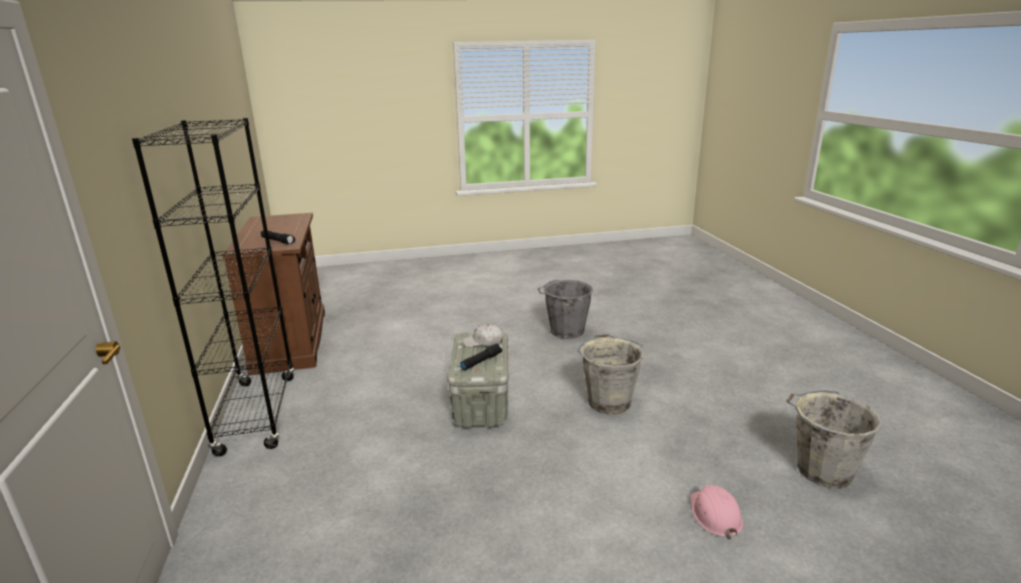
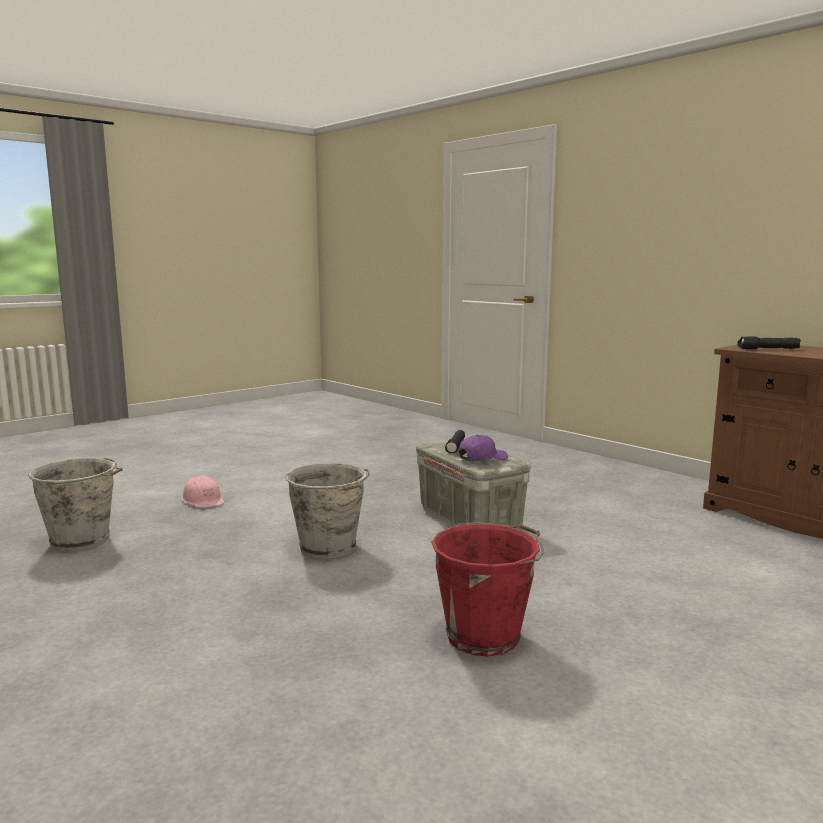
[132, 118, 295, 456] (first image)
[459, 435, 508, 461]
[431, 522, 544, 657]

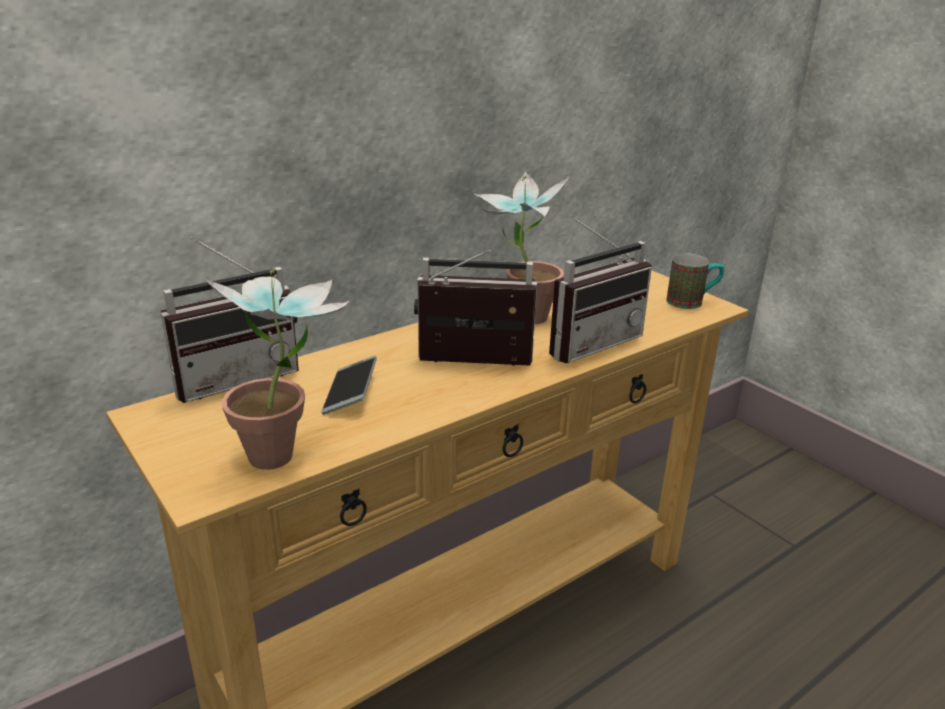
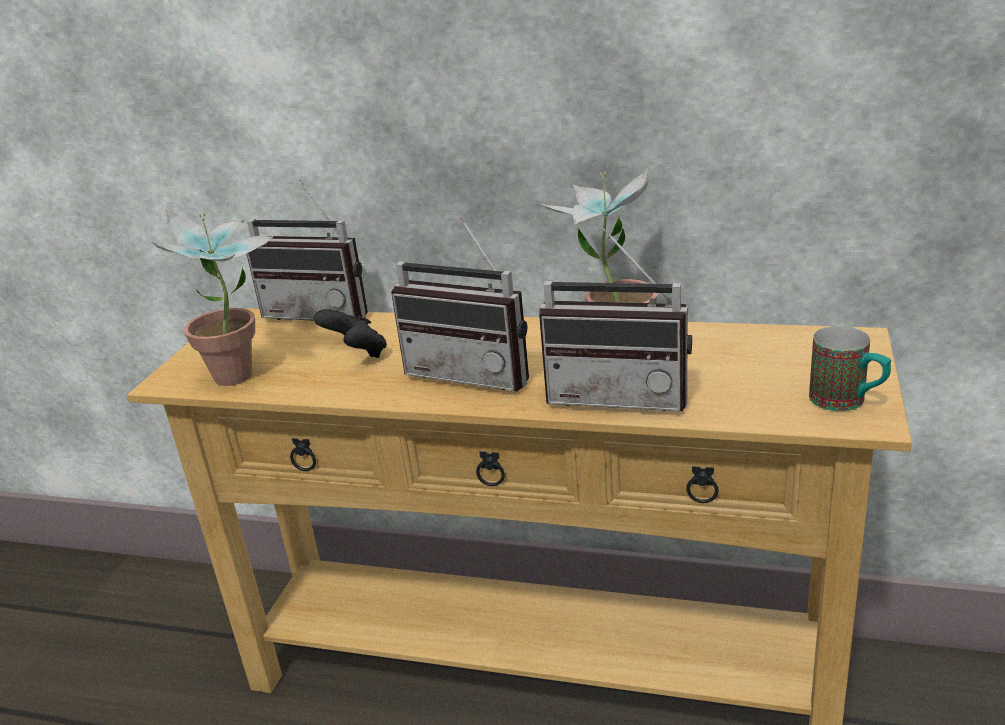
[314, 309, 387, 358]
[391, 216, 529, 391]

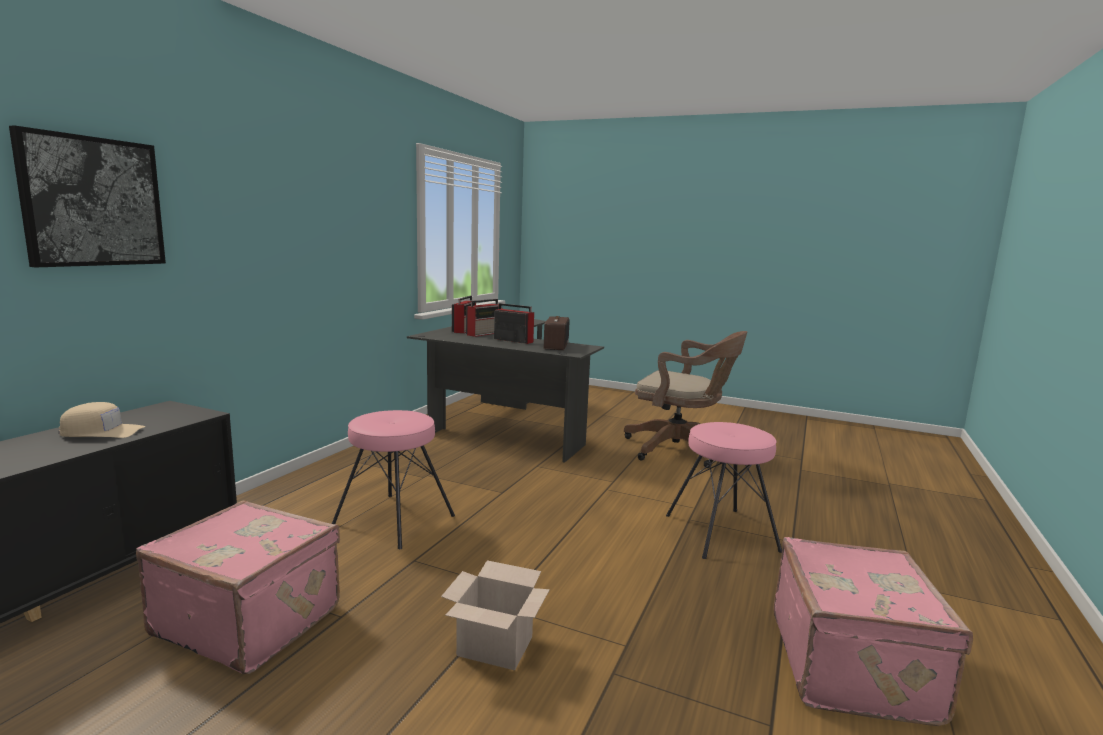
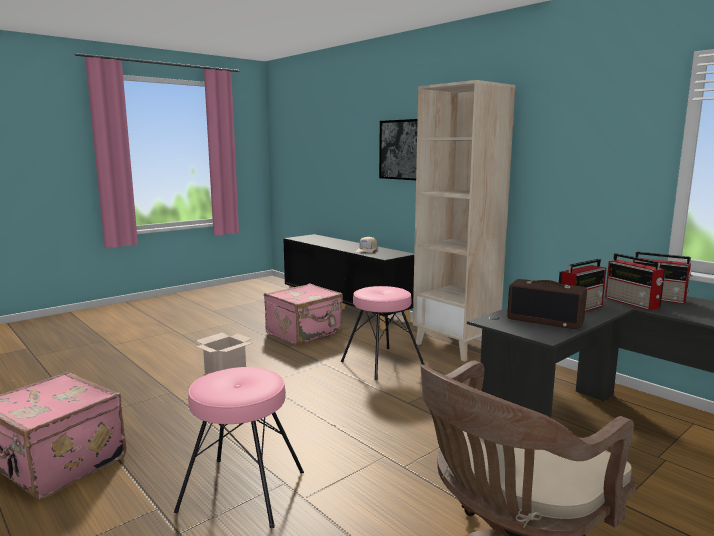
[413, 80, 515, 362]

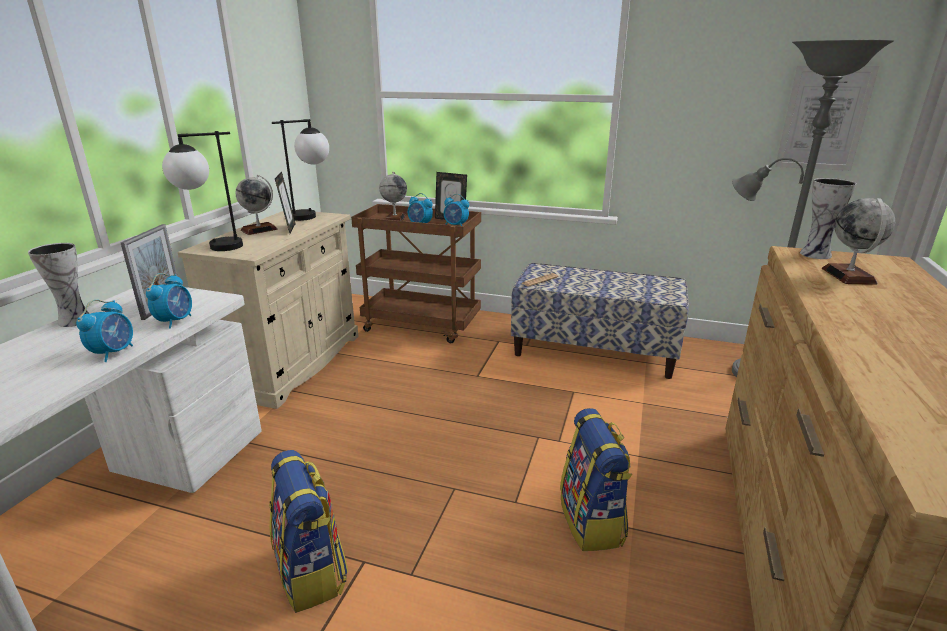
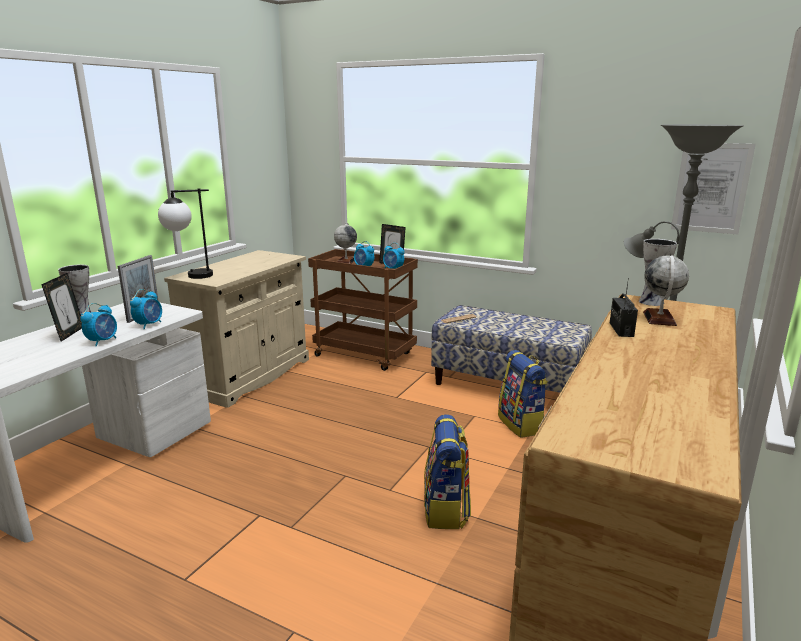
[235, 175, 278, 235] (first image)
[498, 350, 548, 438]
[272, 119, 329, 221] (first image)
[41, 273, 82, 342]
[610, 278, 638, 337]

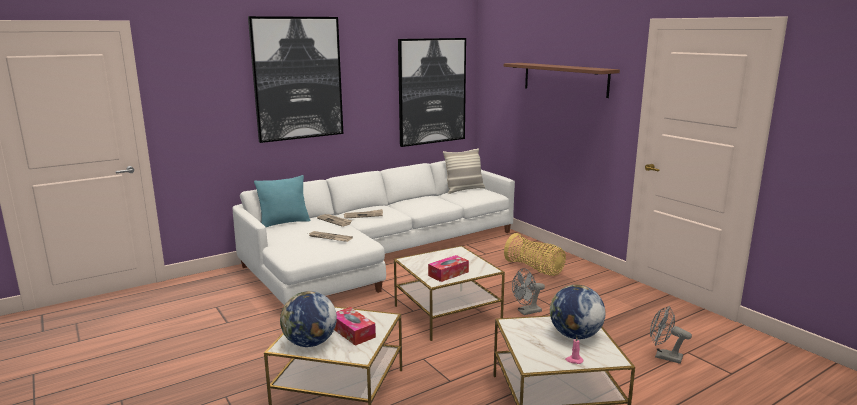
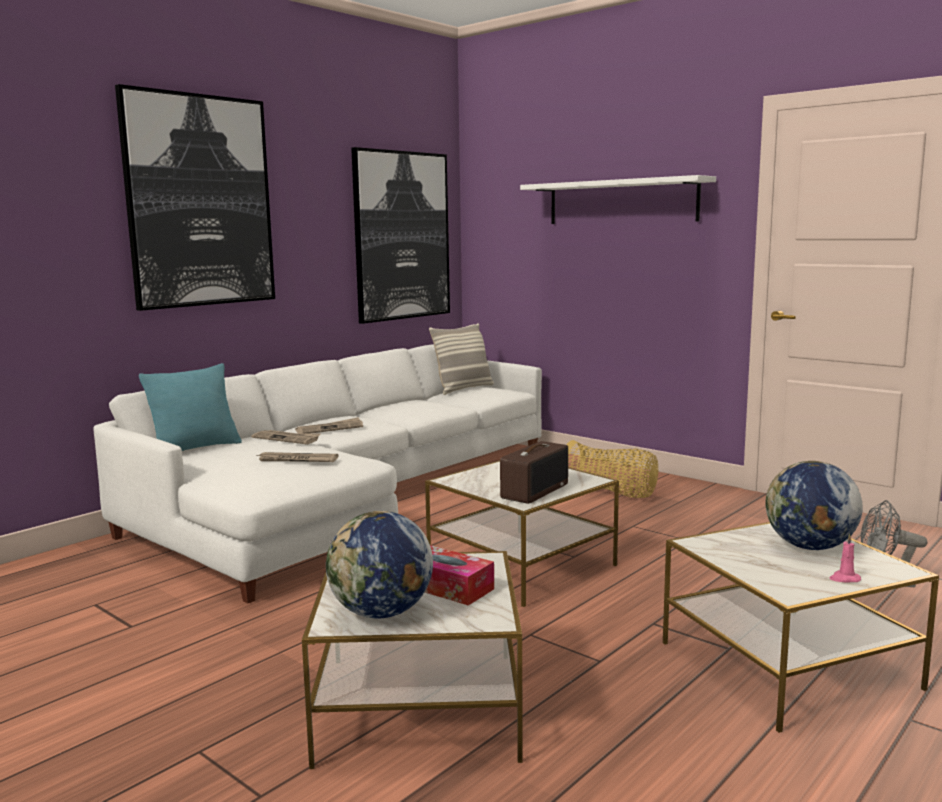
[500, 441, 568, 504]
[520, 175, 716, 224]
[512, 268, 545, 315] (first image)

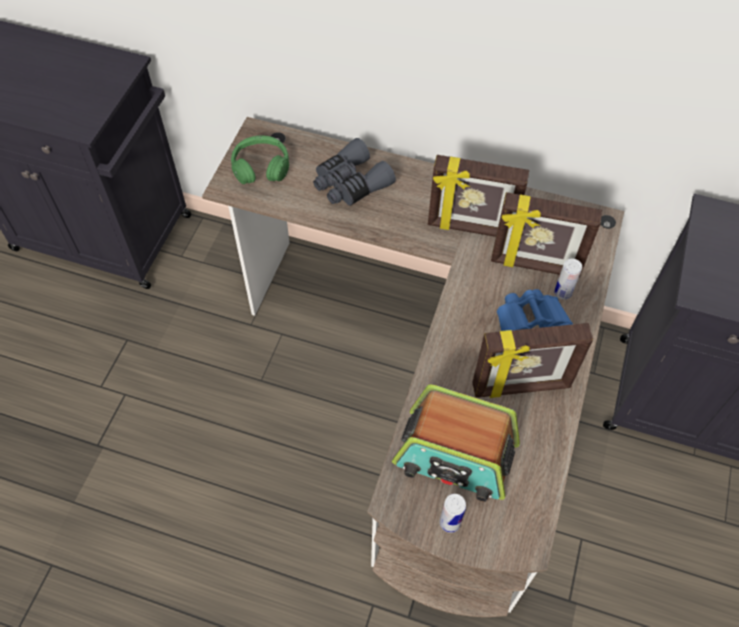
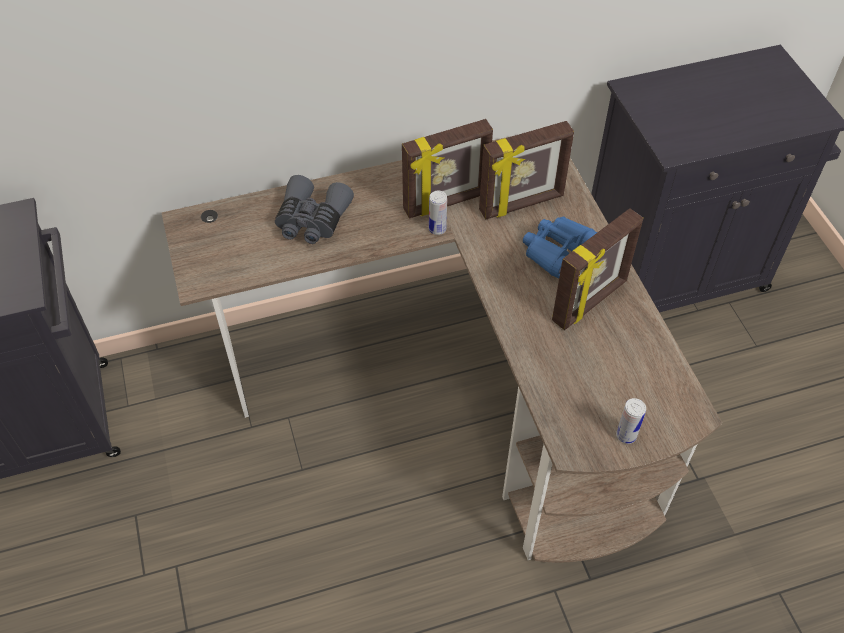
[231, 135, 289, 184] (first image)
[392, 385, 520, 502] (first image)
[429, 191, 447, 235]

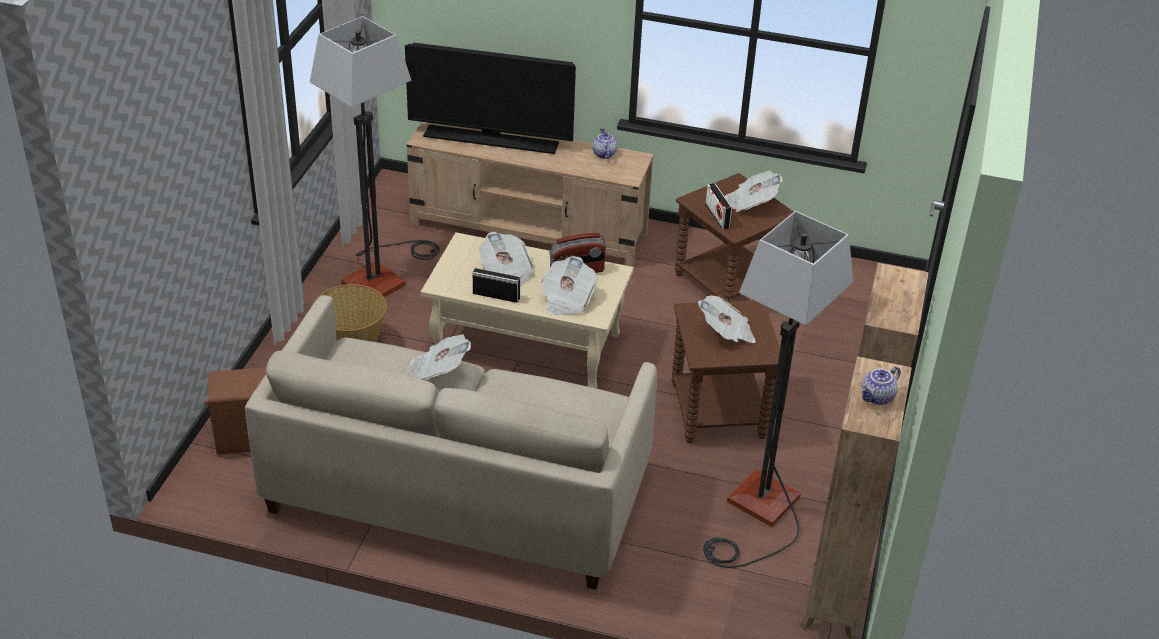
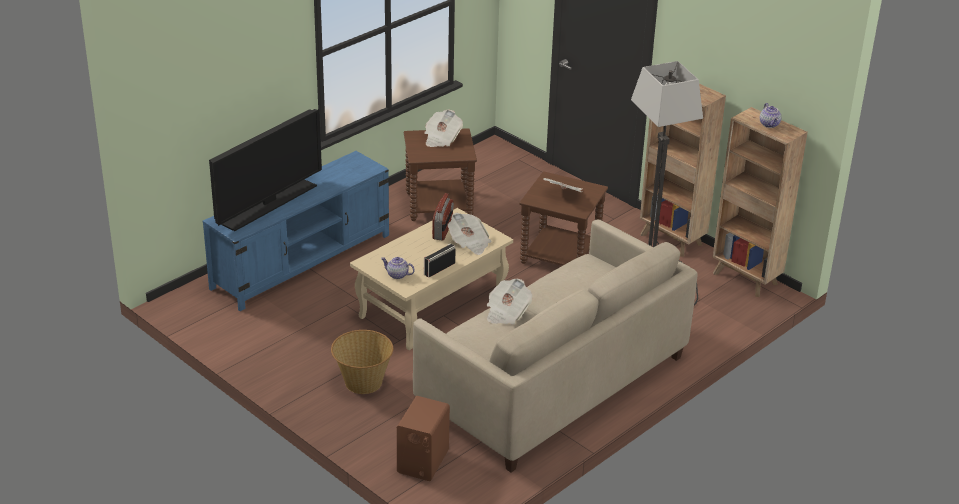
[310, 16, 440, 297] (first image)
[203, 151, 389, 311]
[478, 232, 535, 287] (first image)
[381, 257, 415, 279]
[705, 183, 732, 229] (first image)

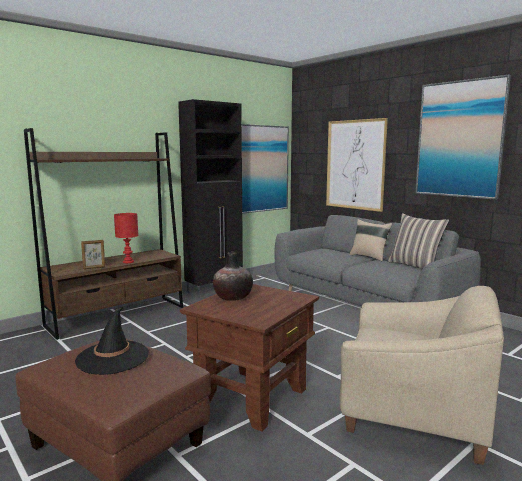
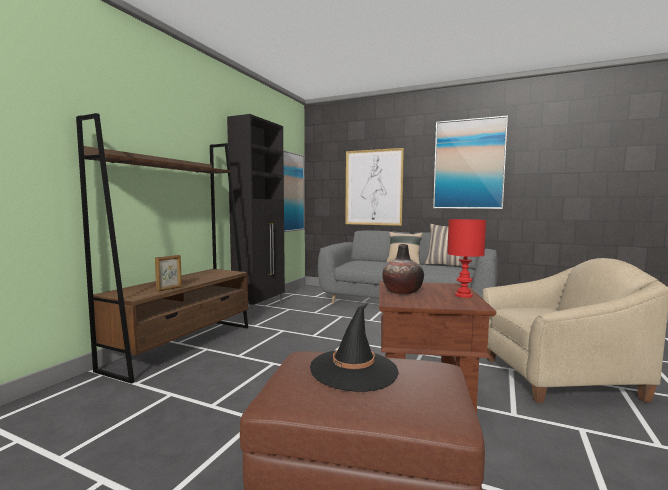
[447, 219, 486, 298]

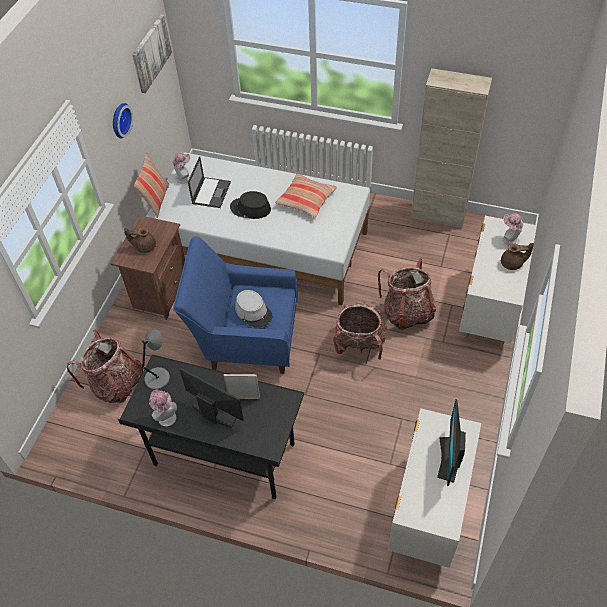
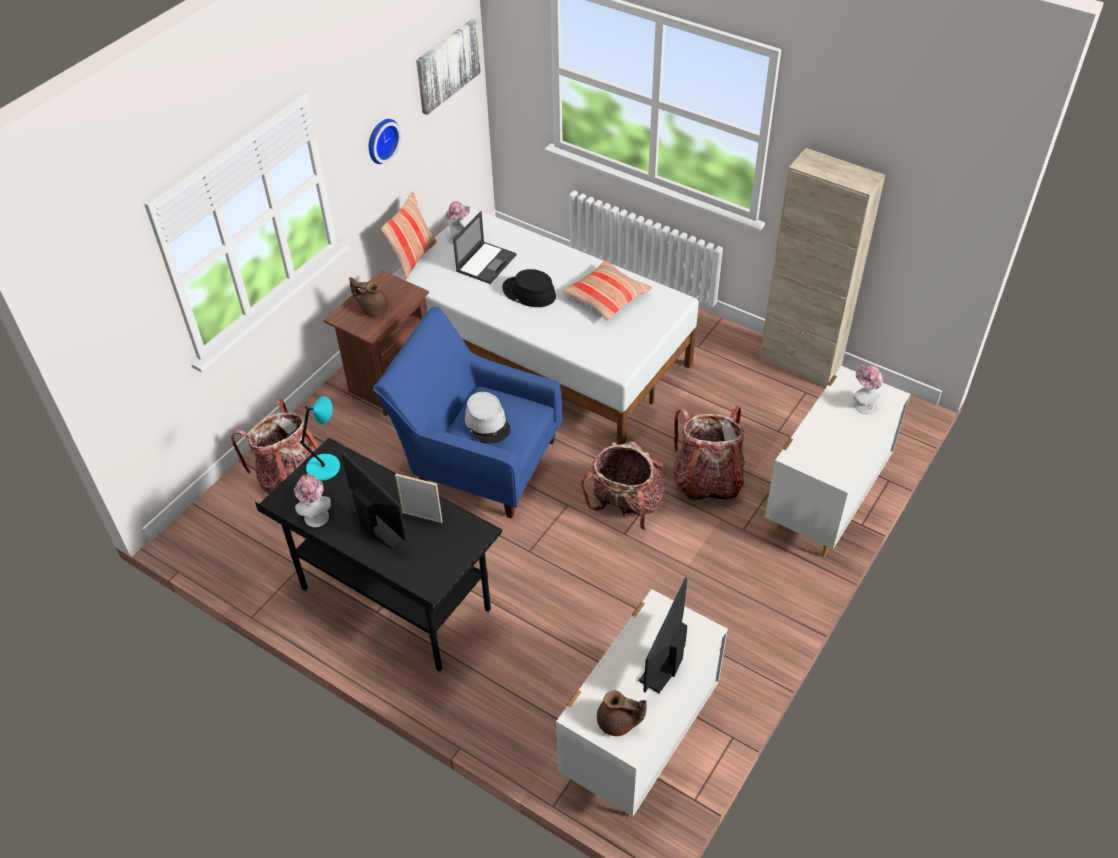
[300, 396, 340, 481]
[597, 691, 647, 736]

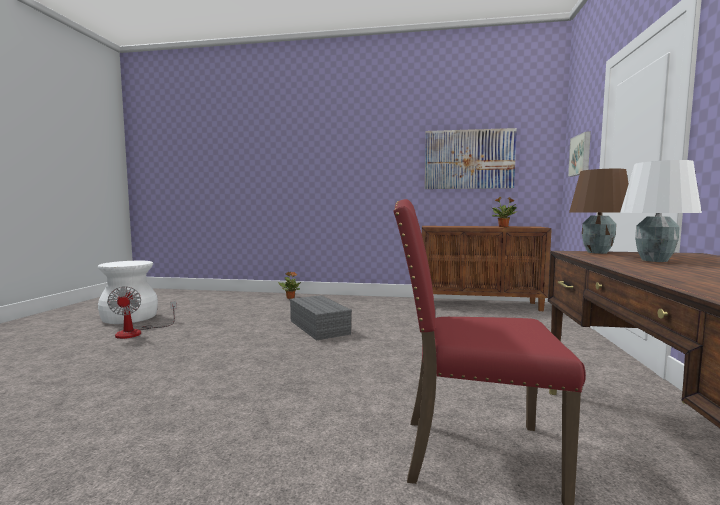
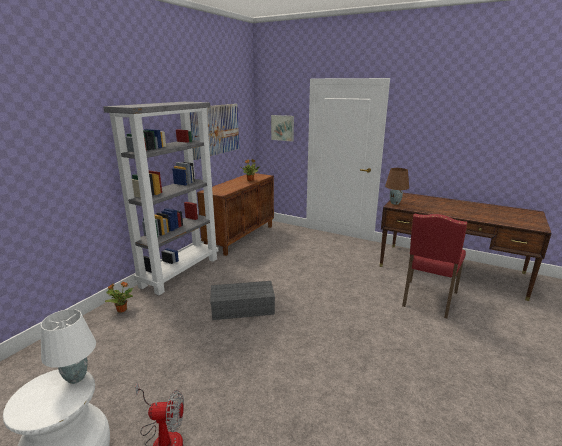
[41, 309, 96, 384]
[104, 102, 218, 295]

